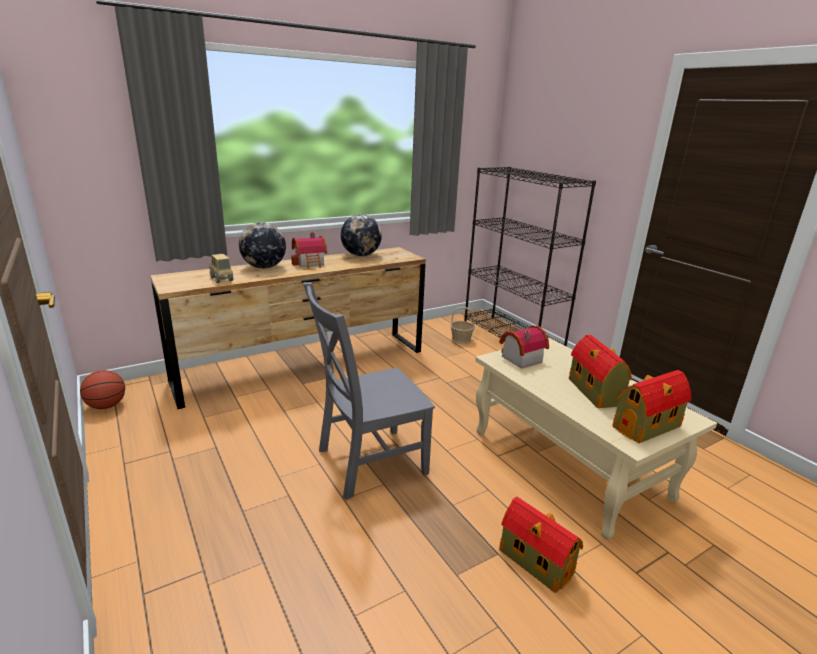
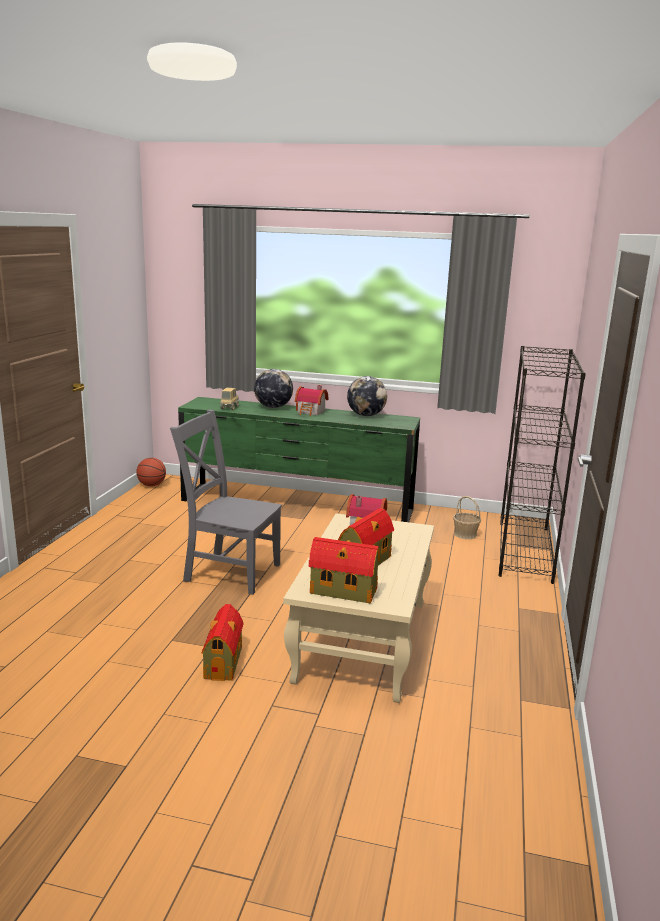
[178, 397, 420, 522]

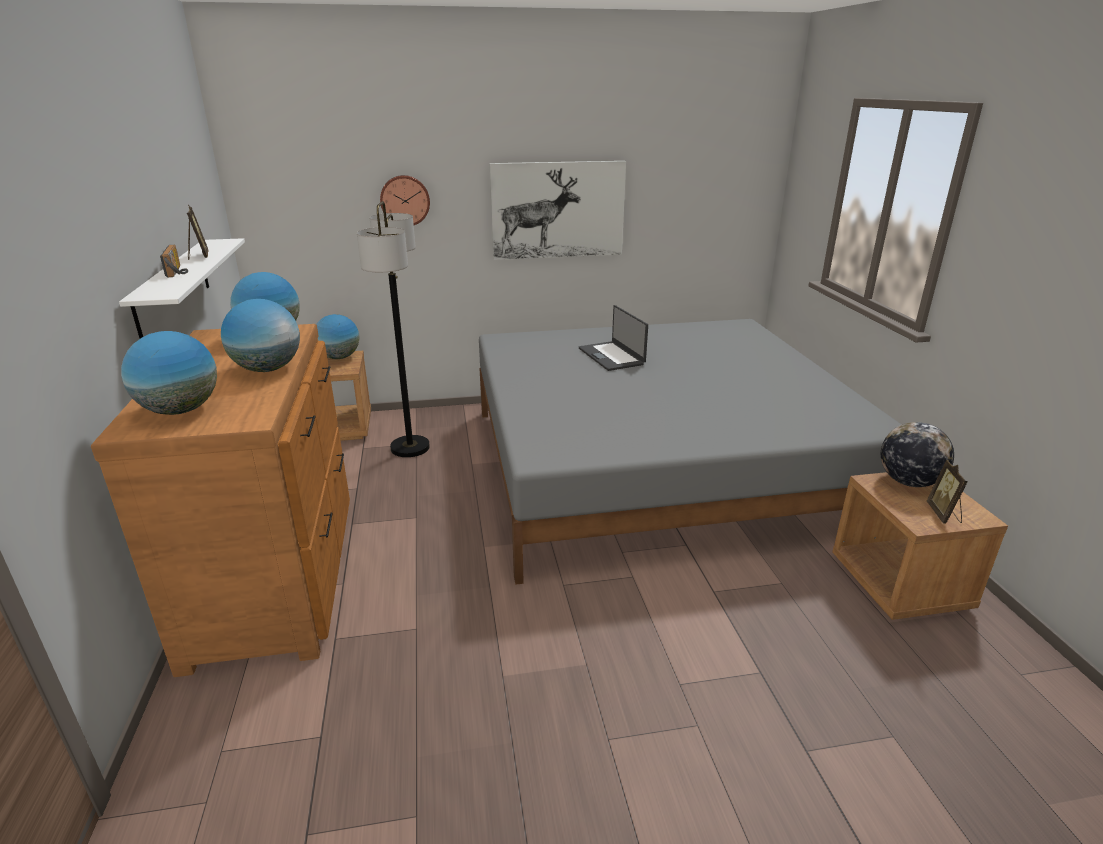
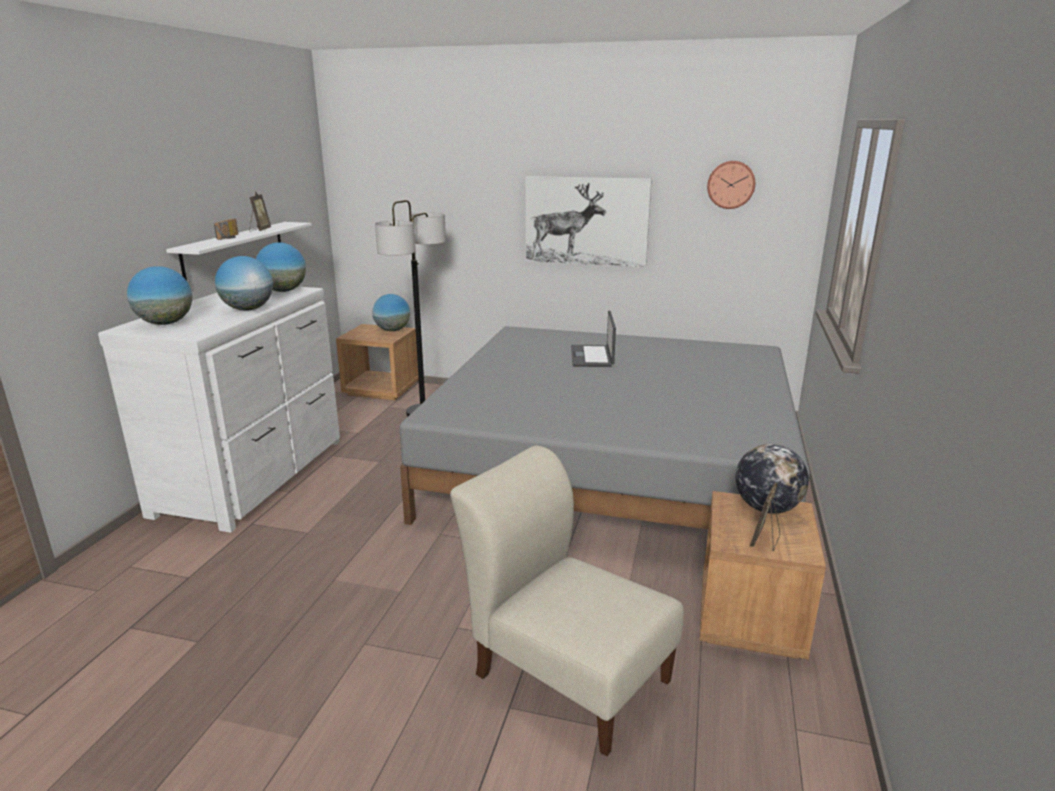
[98, 287, 340, 532]
[707, 161, 755, 209]
[450, 446, 684, 756]

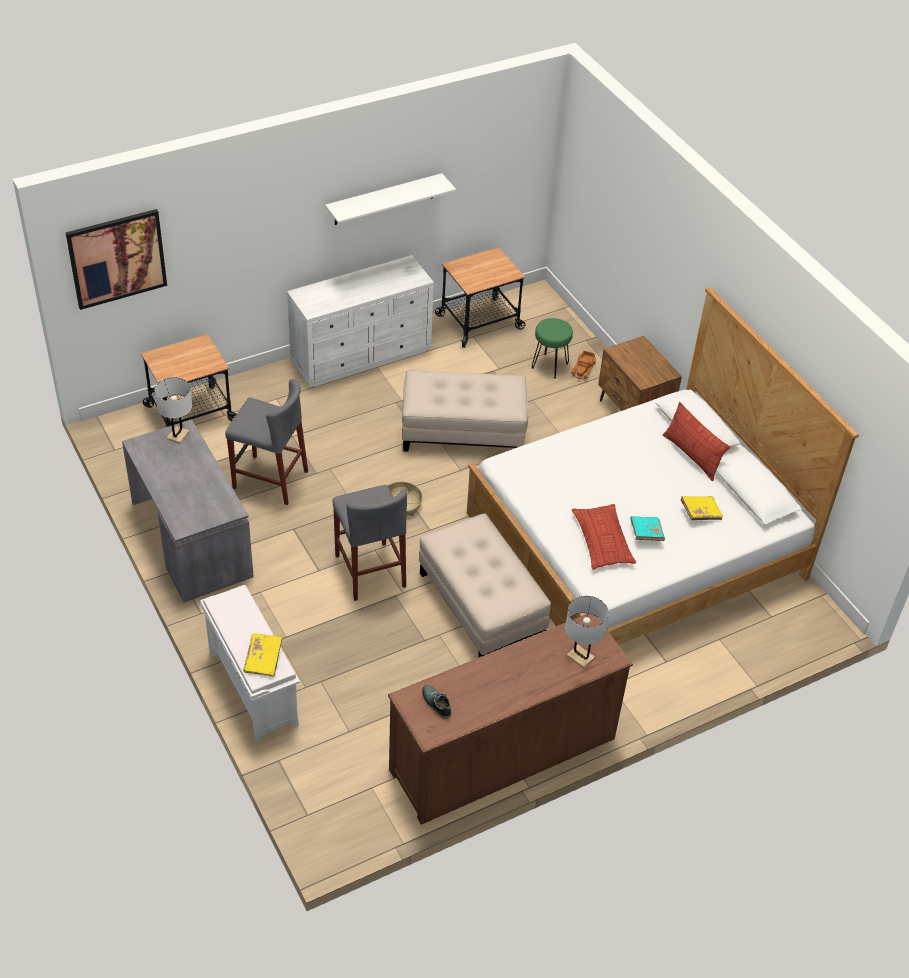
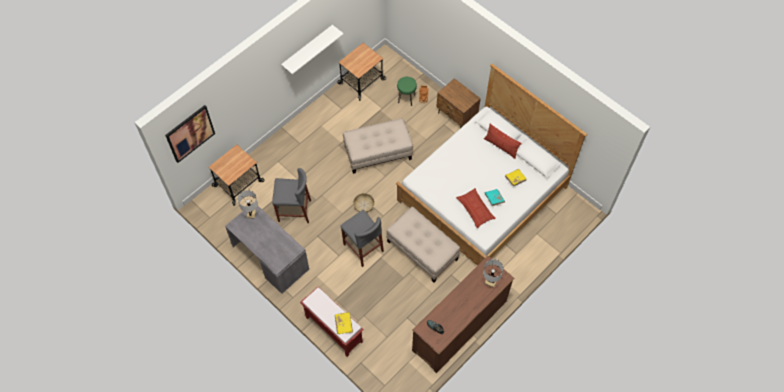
[300, 287, 364, 357]
[287, 255, 434, 387] (first image)

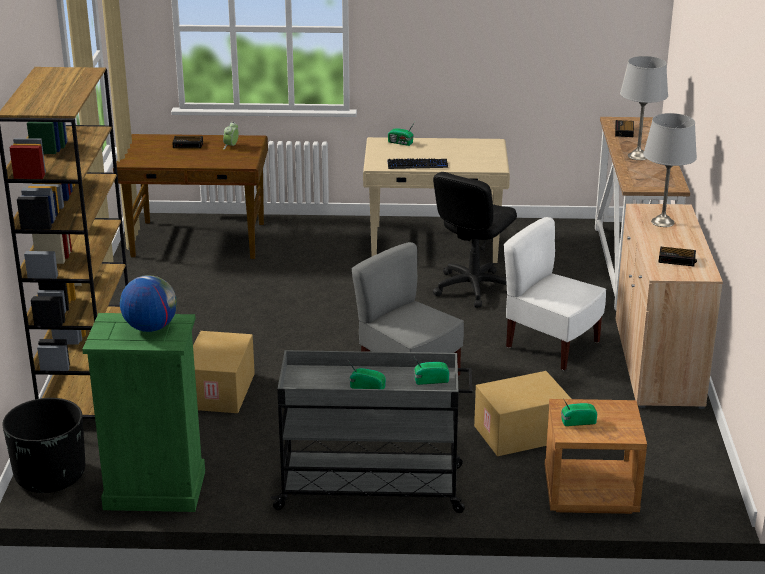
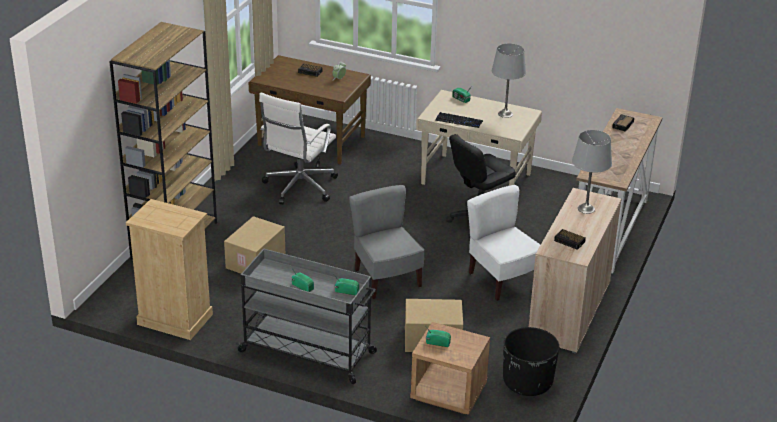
[503, 327, 559, 396]
[126, 199, 213, 340]
[120, 275, 177, 332] (first image)
[492, 43, 526, 118]
[259, 93, 338, 204]

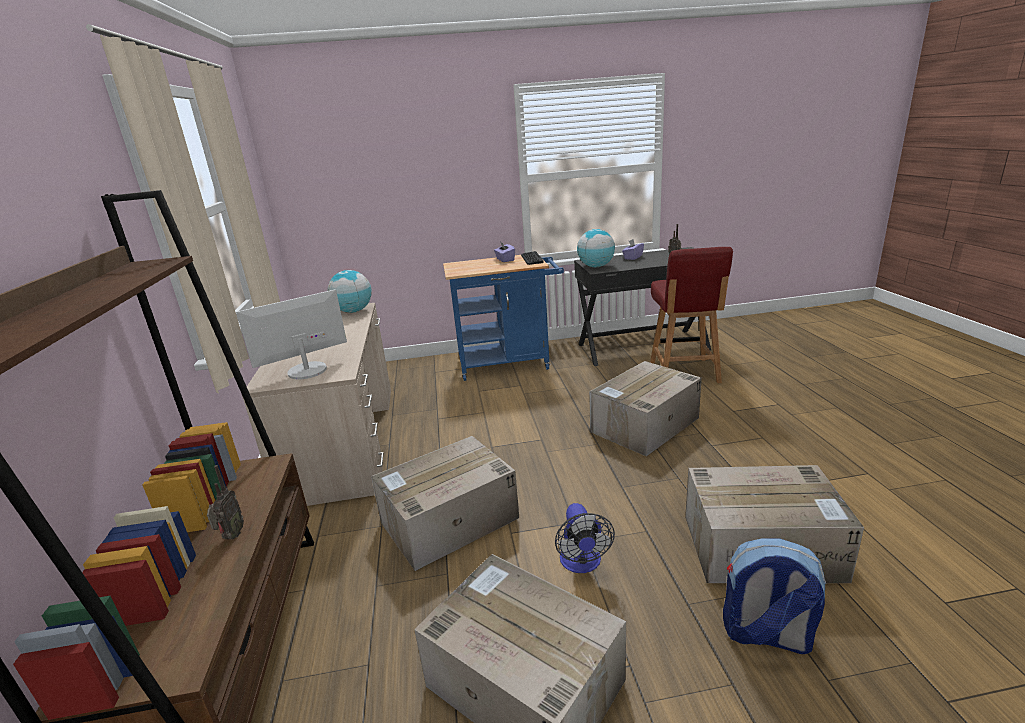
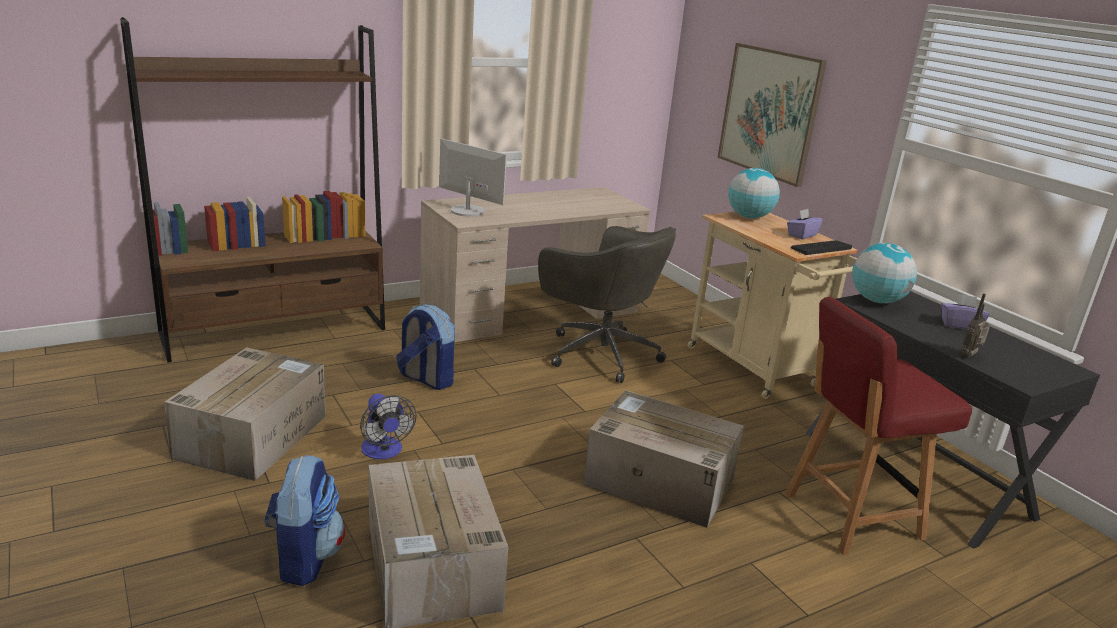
[207, 465, 244, 539] (first image)
[728, 168, 780, 218]
[396, 304, 455, 390]
[688, 212, 858, 399]
[360, 394, 417, 459]
[538, 226, 676, 383]
[718, 43, 827, 187]

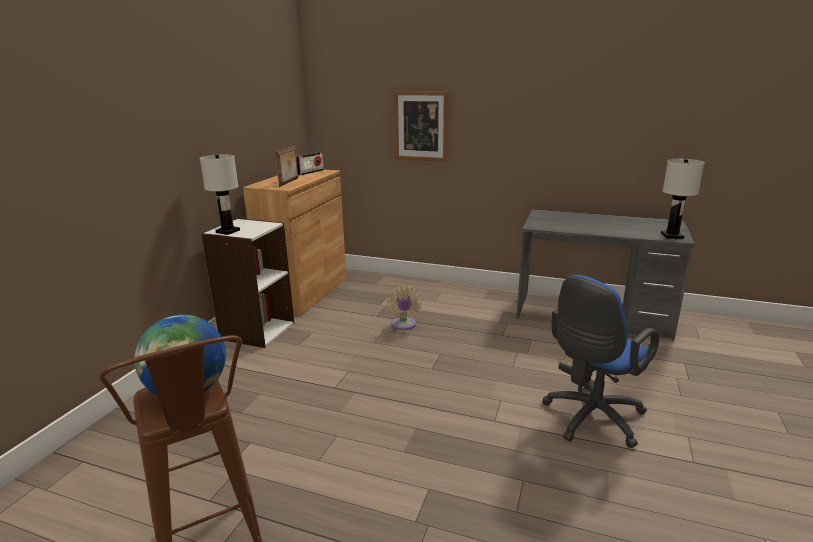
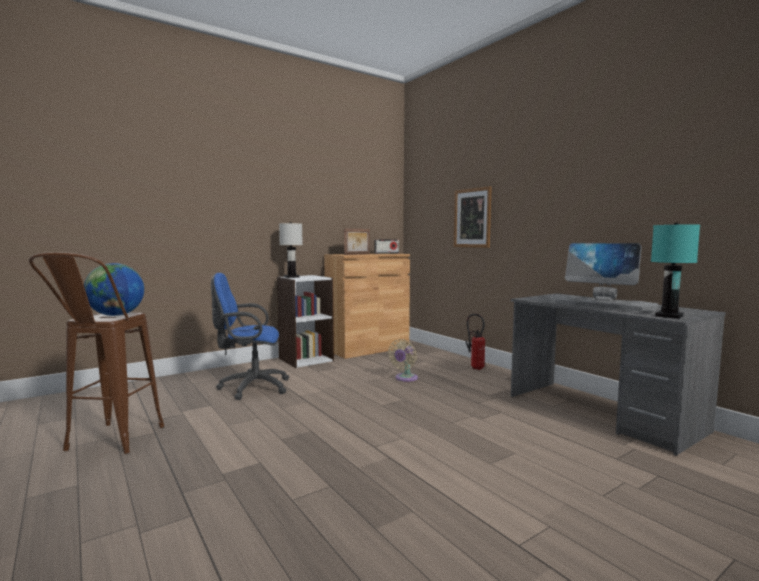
[211, 273, 289, 400]
[651, 223, 700, 319]
[466, 314, 485, 370]
[550, 243, 658, 311]

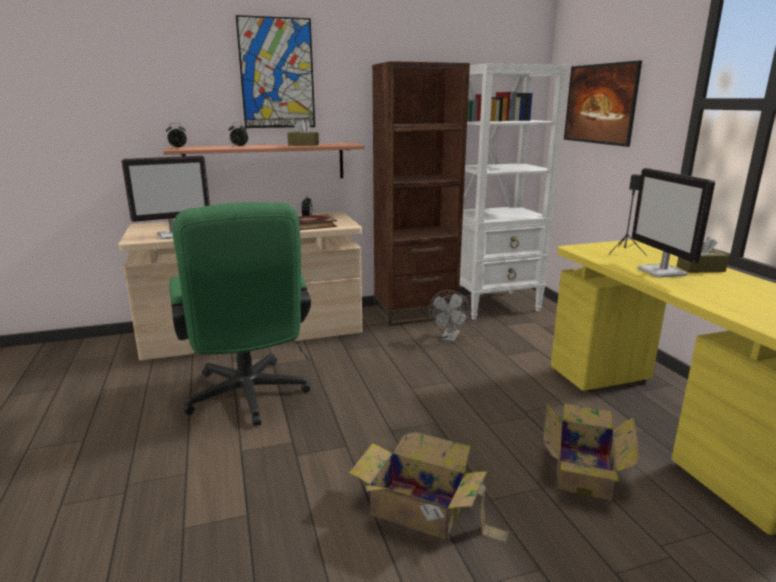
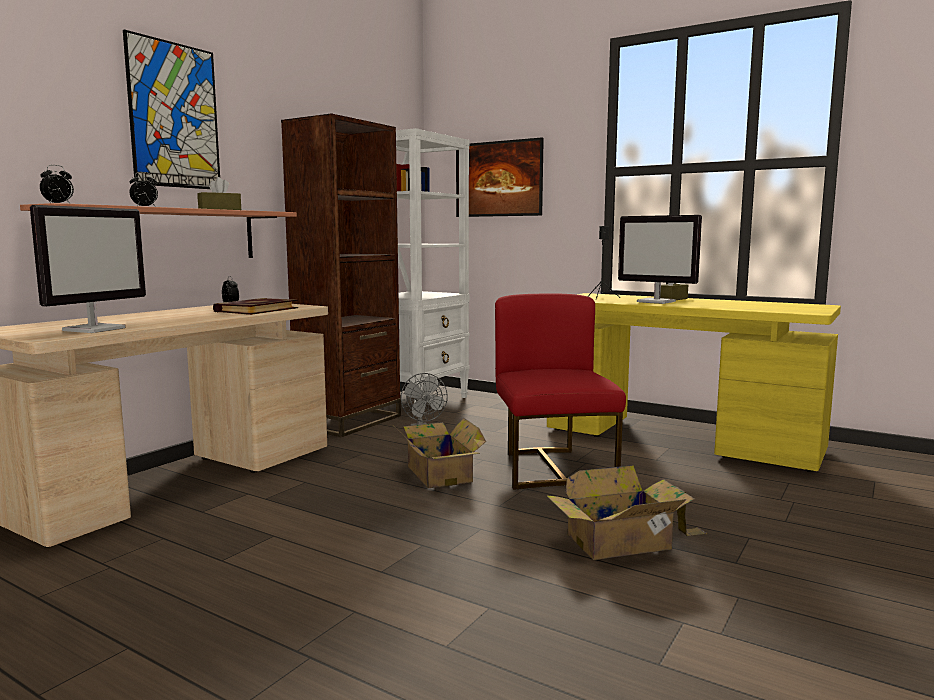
[169, 202, 311, 426] (first image)
[394, 418, 486, 488]
[495, 293, 626, 490]

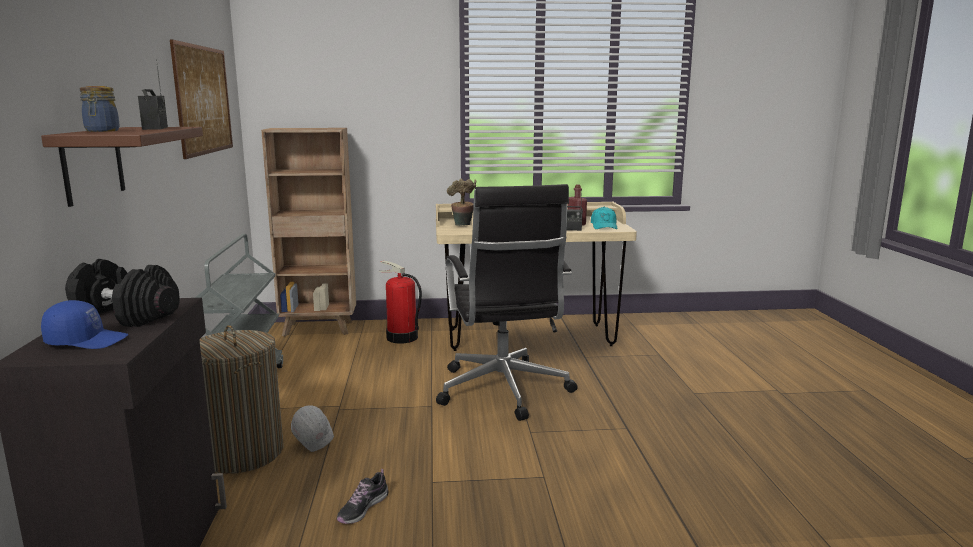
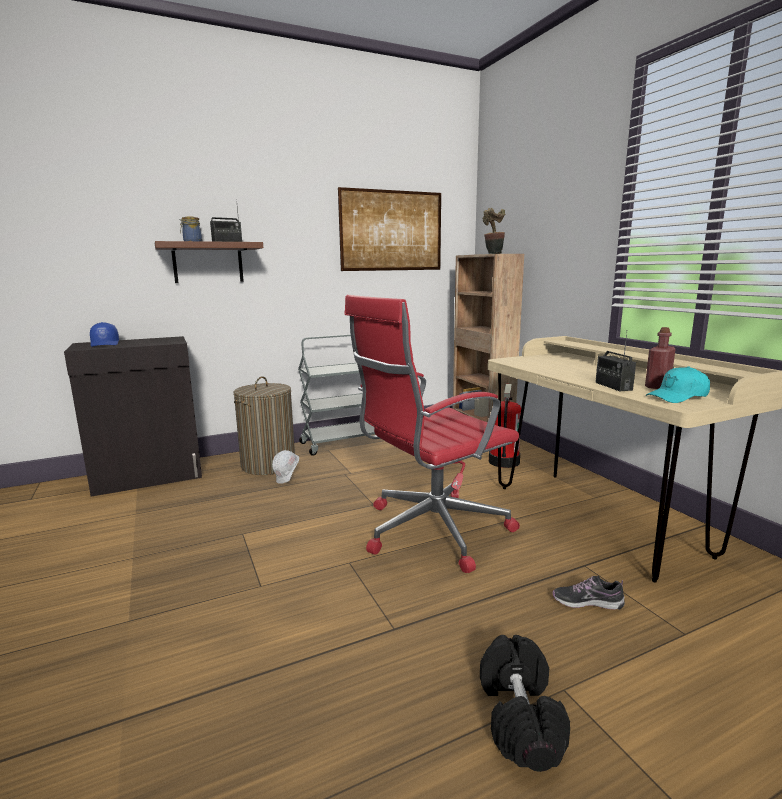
[480, 635, 570, 772]
[553, 576, 625, 610]
[344, 295, 520, 573]
[483, 208, 505, 254]

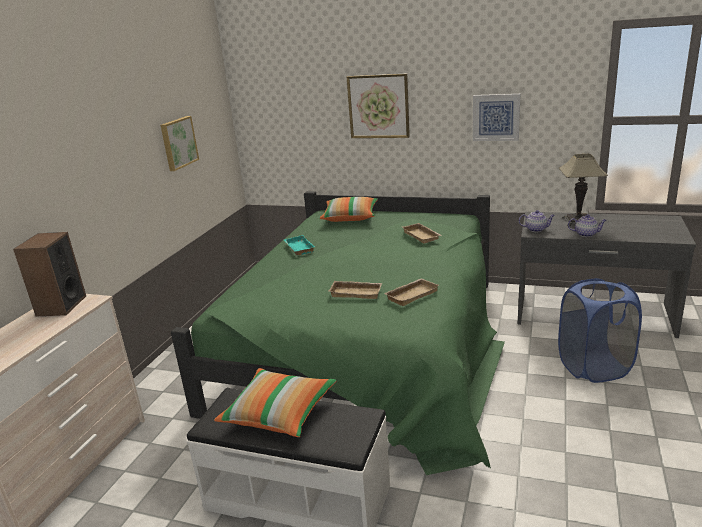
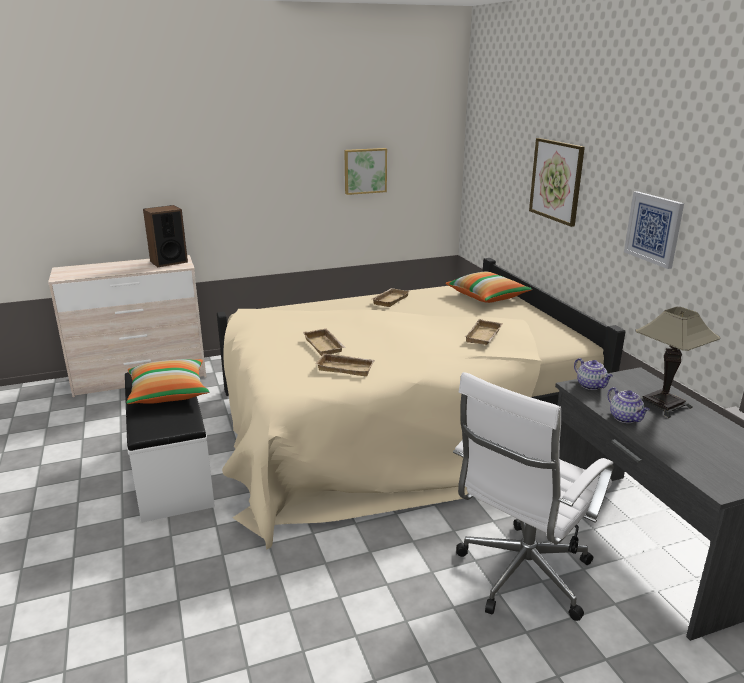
[217, 258, 626, 550]
[372, 288, 409, 307]
[453, 372, 614, 621]

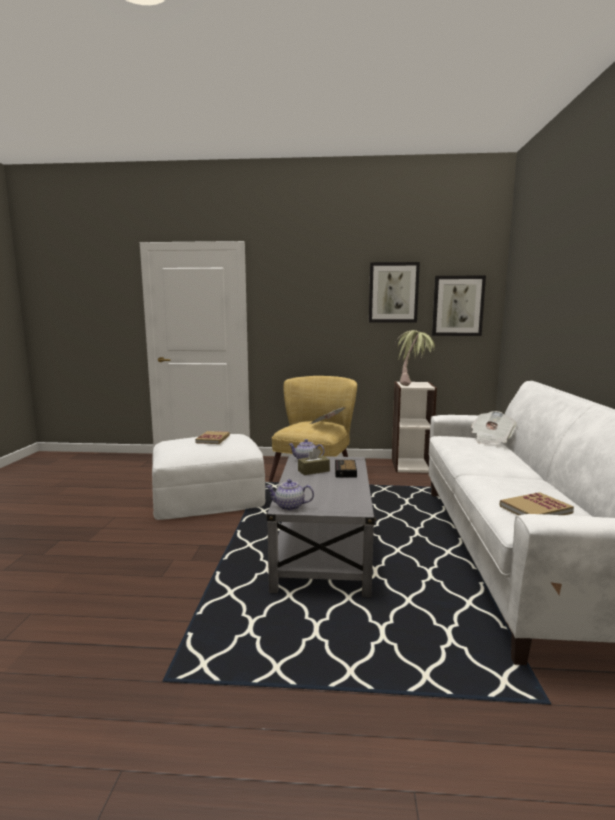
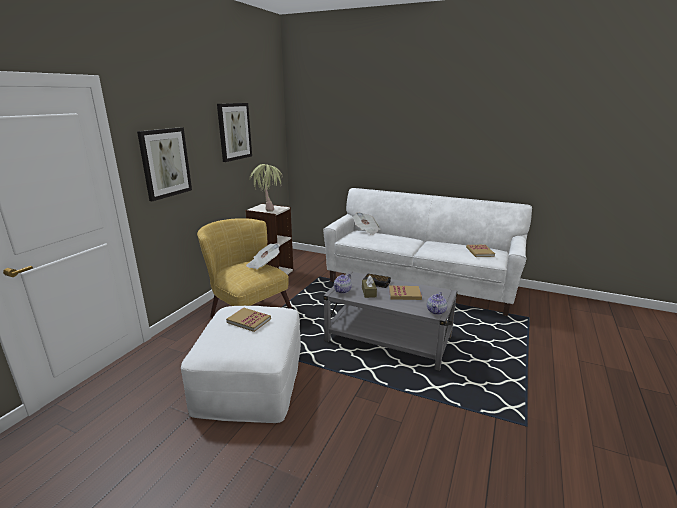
[137, 127, 192, 201]
[389, 286, 422, 300]

